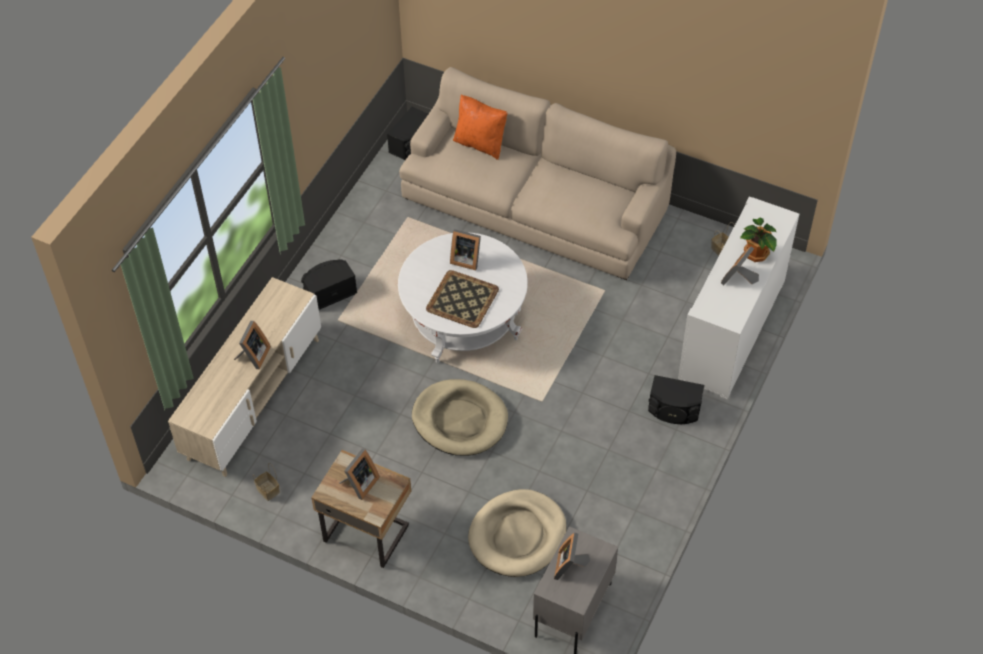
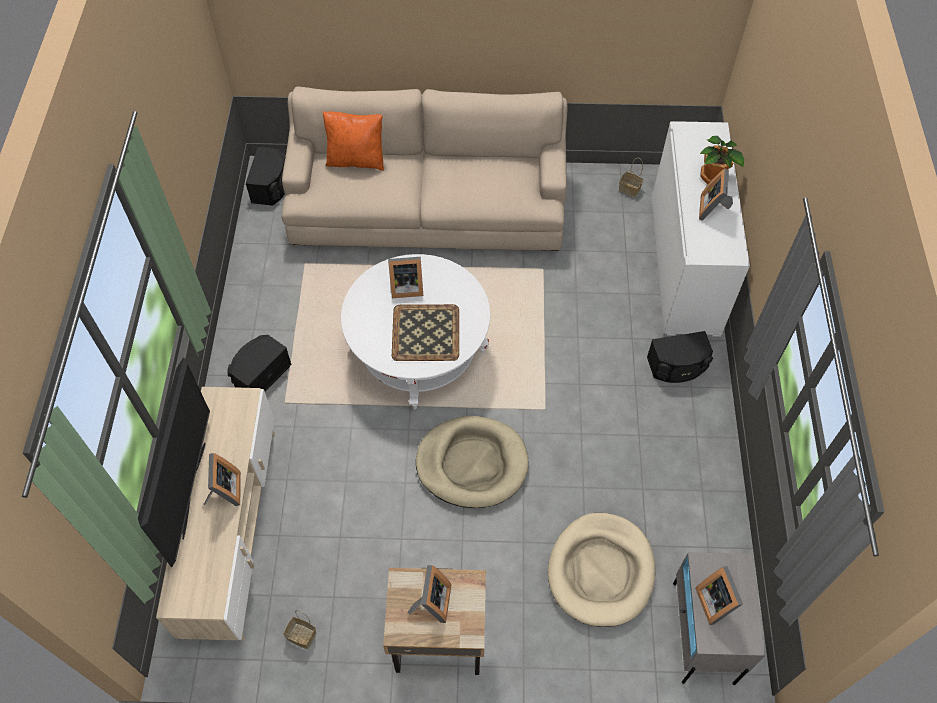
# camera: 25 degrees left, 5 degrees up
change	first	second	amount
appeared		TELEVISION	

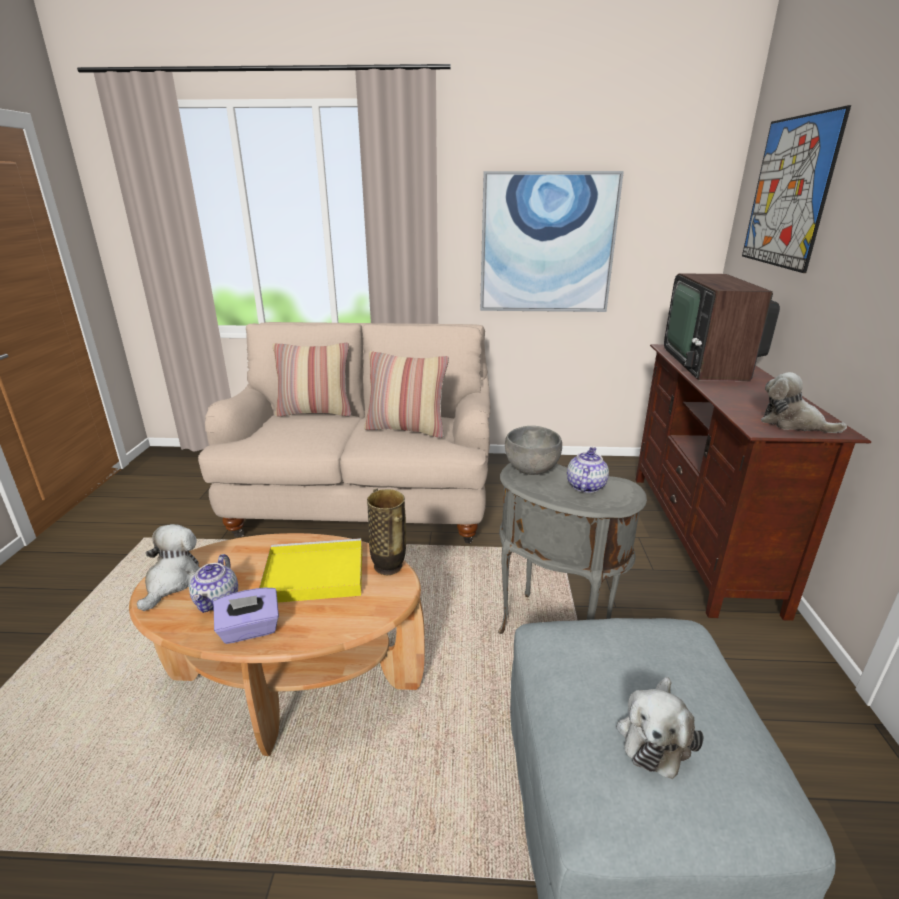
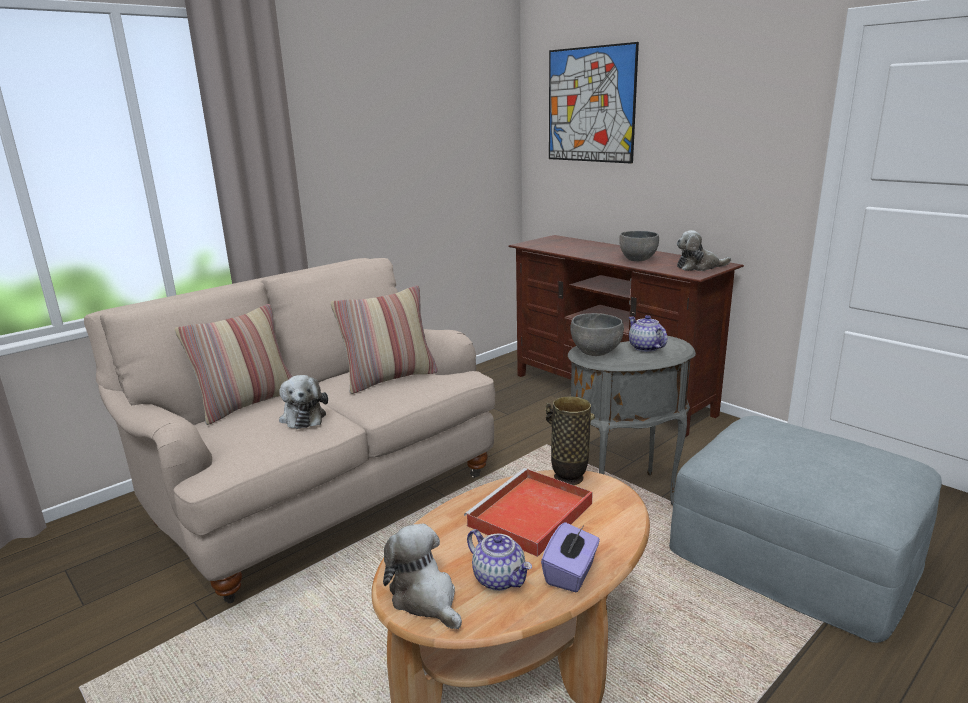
# camera: 45 degrees left, 5 degrees down
change	first	second	amount
colour	YELLOW TRAY	RED TRAY	
missing	PICTURE (no. 1 from left)		
relocated	PLUSH TOY (no. 2 from left in the first image)	PLUSH TOY (no. 1 from left)	
missing	TELEVISION		
appeared		GREY BOWL (no. 2 from left)	

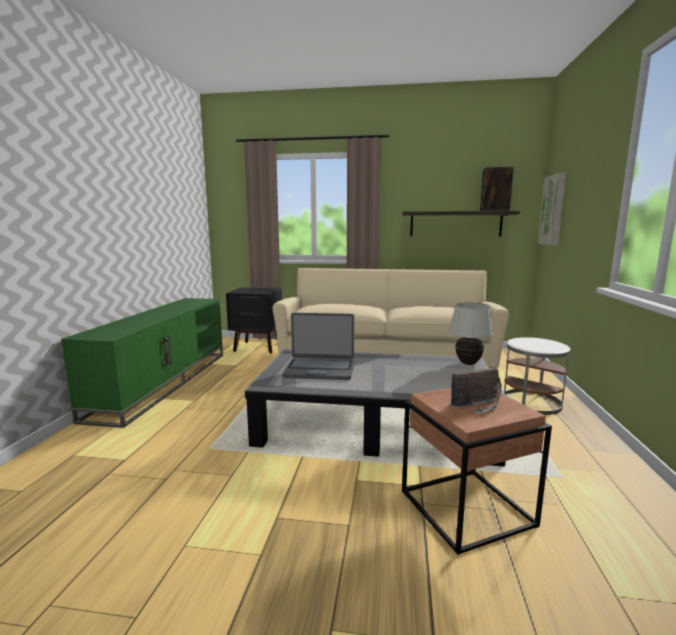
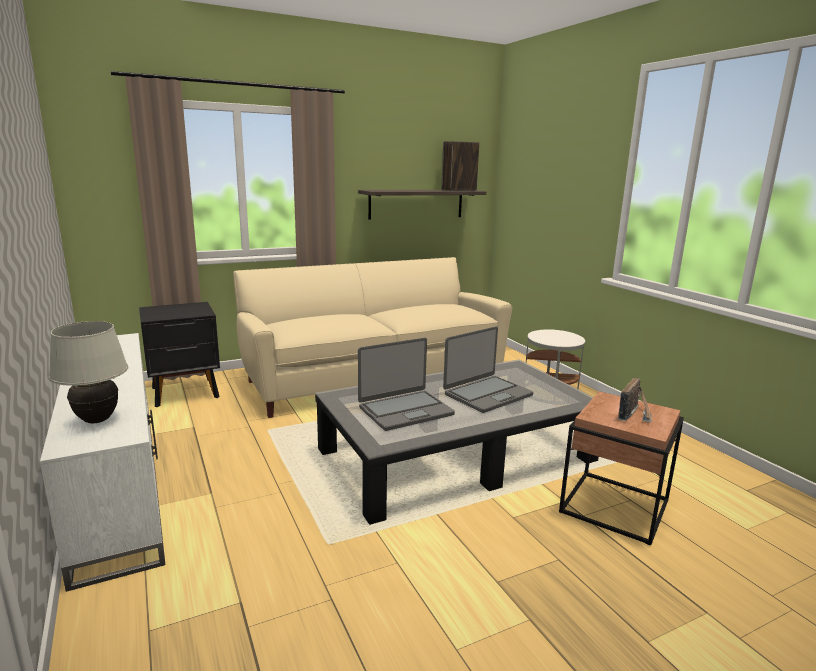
# camera: 35 degrees left, 5 degrees up
change	first	second	amount
colour	GREEN TV STAND	WHITE TV STAND	
relocated	WHITE TABLE LAMP		
missing	PICTURE		
appeared		LAPTOP (no. 2 from left)	

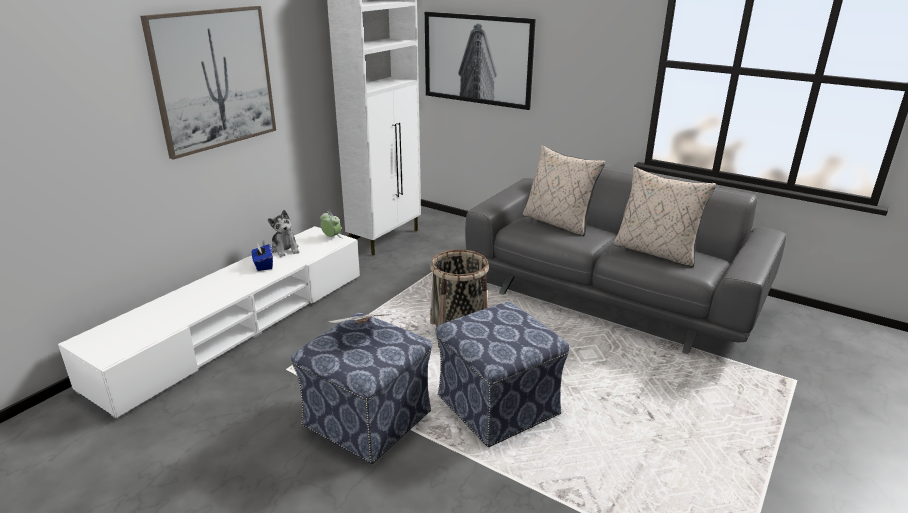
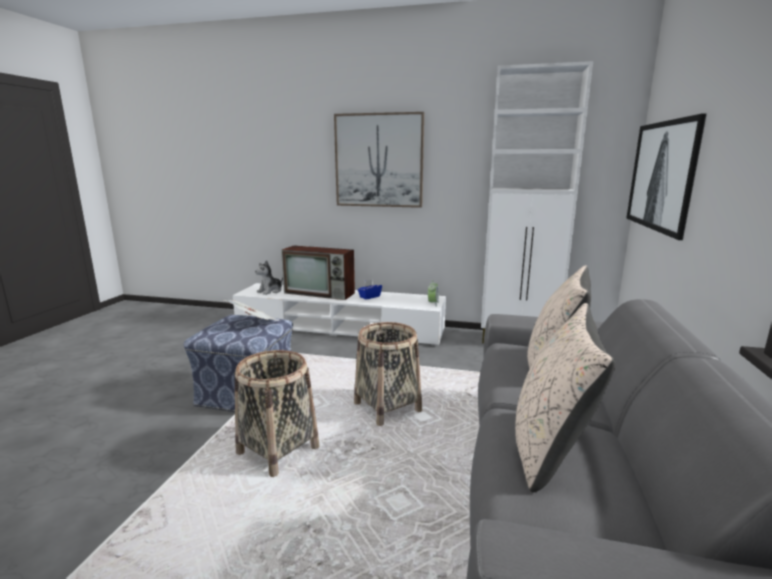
# camera: 70 degrees right, 10 degrees down
change	first	second	amount
relocated	PLUSH TOY		
exchanged	OTTOMAN (no. 2 from left)	BASKET (no. 1 from left)	
appeared		TELEVISION	

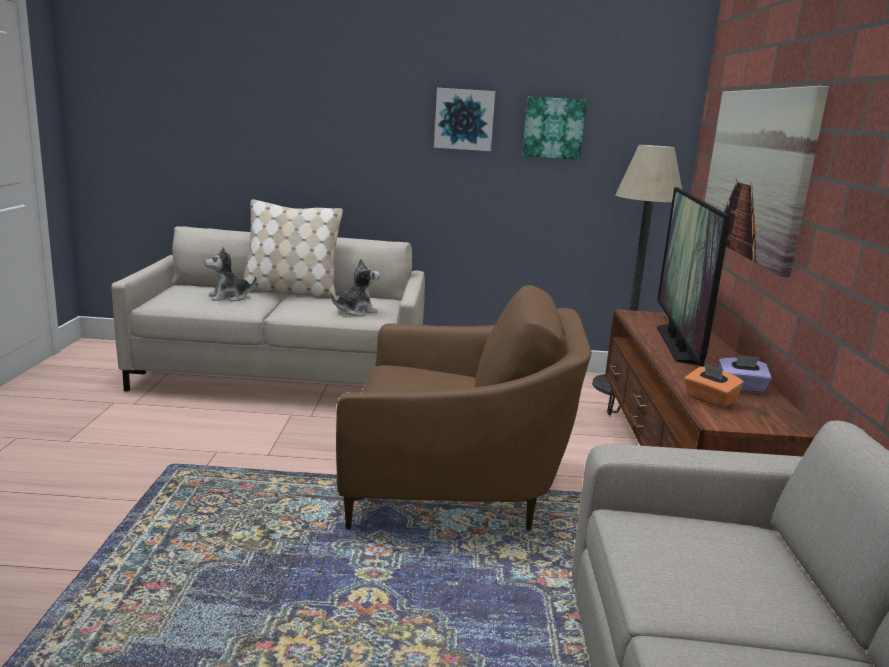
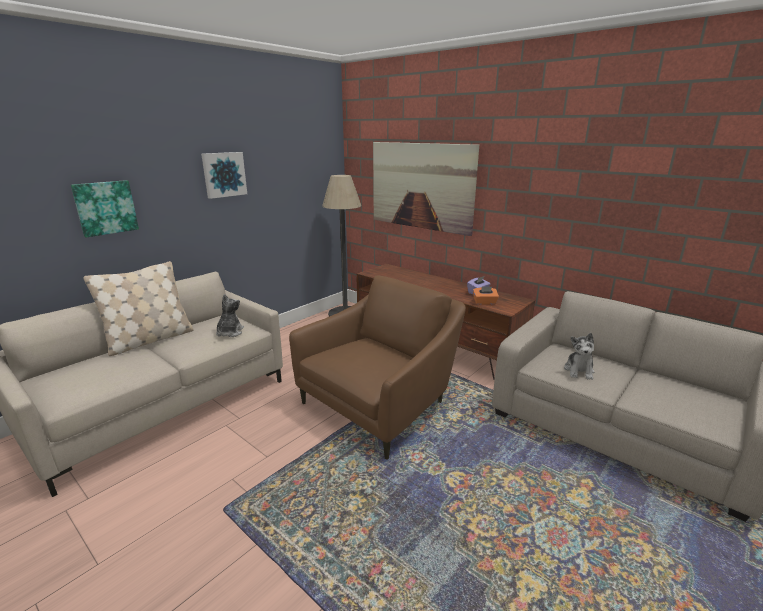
# camera: 50 degrees left, 5 degrees up
change	first	second	amount
relocated	PLUSH TOY (no. 1 from left in the first image)	PLUSH TOY (no. 2 from left)	
relocated	PICTURE (no. 2 from left in the first image)	PICTURE (no. 1 from left)	
missing	TELEVISION		

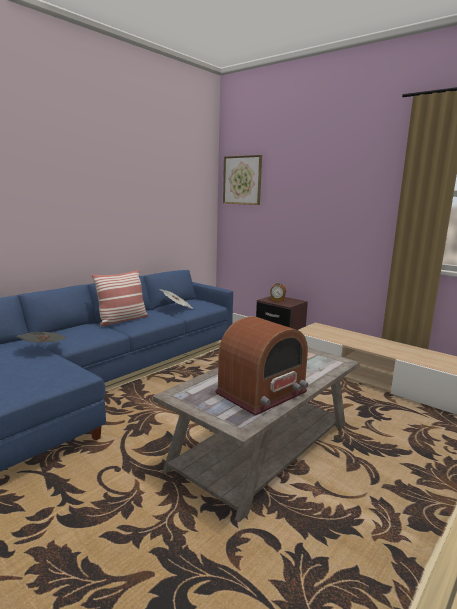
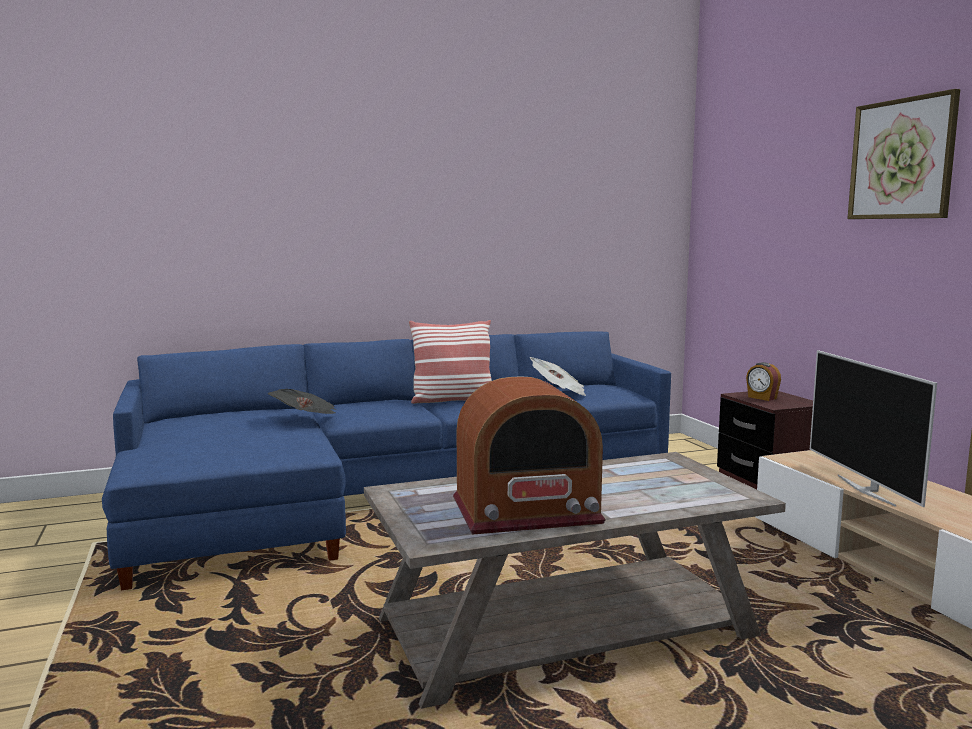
# camera: 30 degrees right, 5 degrees down
change	first	second	amount
relocated	PICTURE		
appeared		TELEVISION	

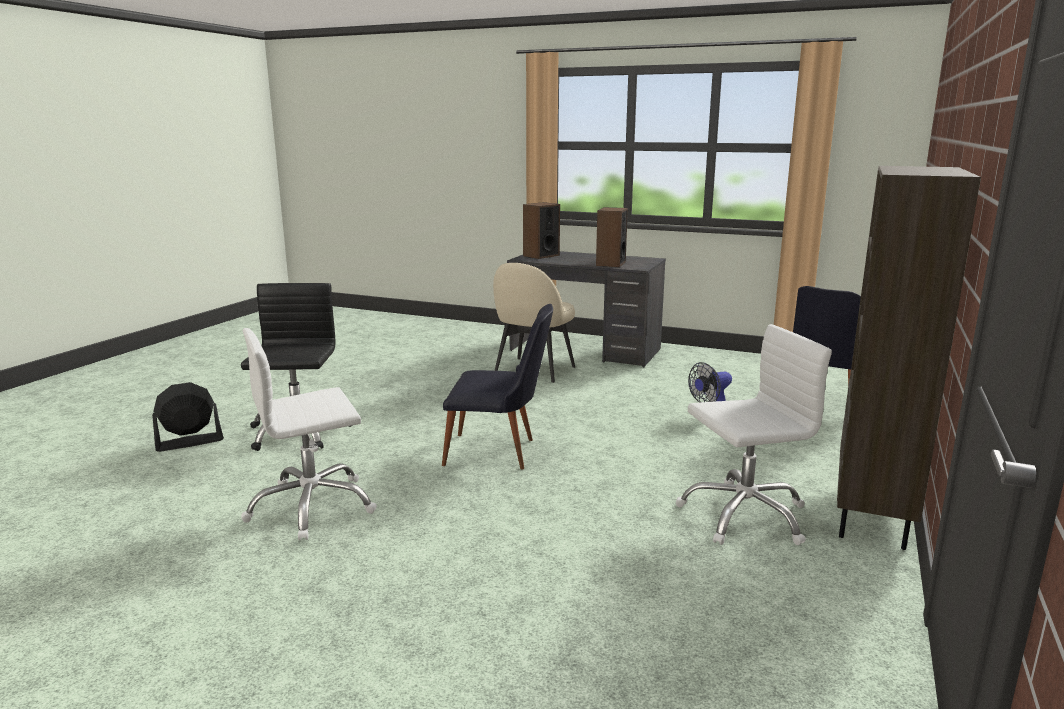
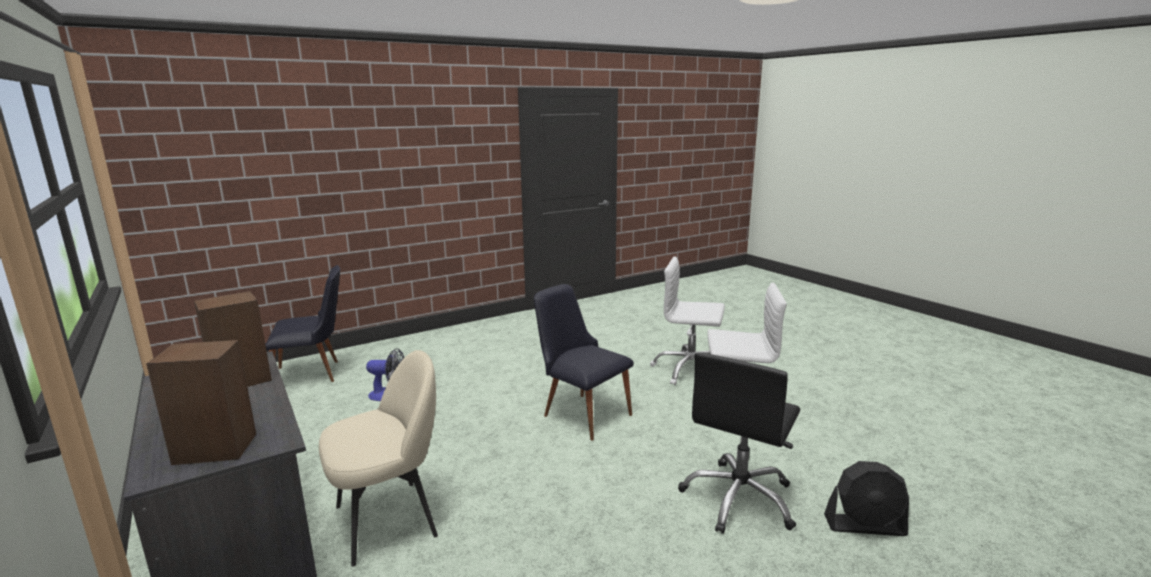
# camera: 145 degrees left, 0 degrees up
change	first	second	amount
relocated	WHITE OFFICE CHAIR (no. 2 from left in the first image)	WHITE OFFICE CHAIR (no. 1 from left)	
missing	BROWN BOOKCASE		

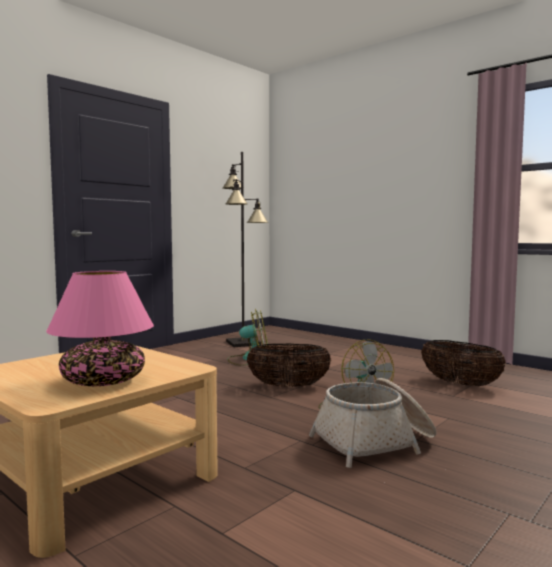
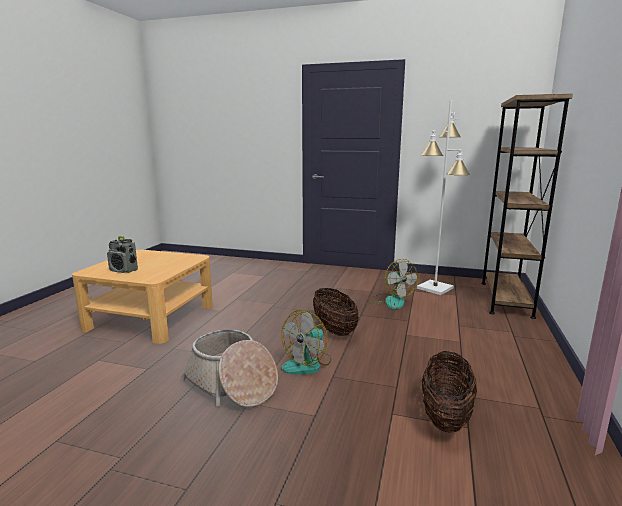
# camera: 65 degrees right, 10 degrees up
change	first	second	amount
exchanged	PINK TABLE LAMP	RADIO	
colour	BLACK FLOOR LAMP	WHITE FLOOR LAMP	
appeared		BROWN BOOKCASE	

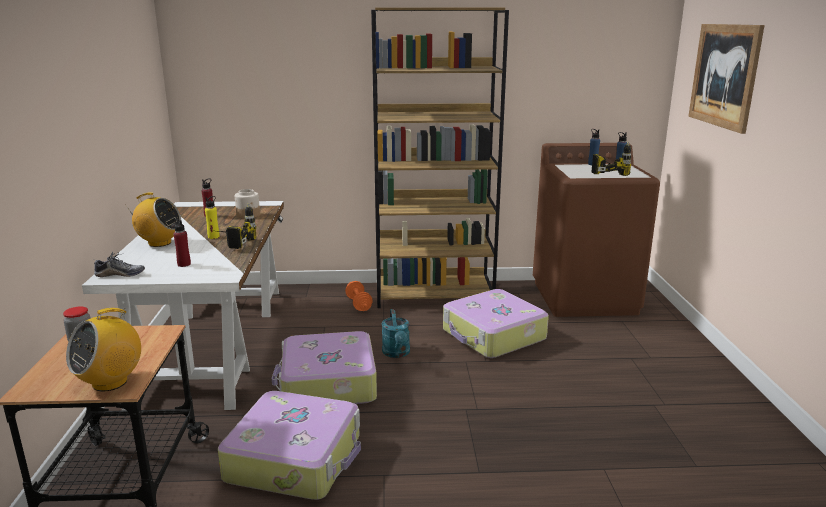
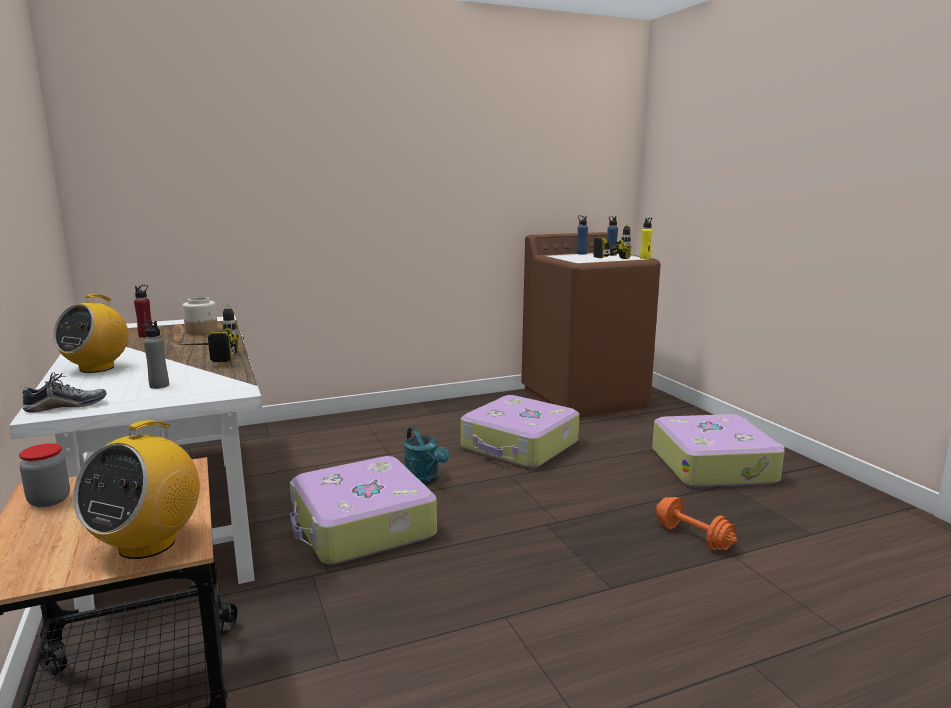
# camera: 20 degrees left, 5 degrees down
change	first	second	amount
spun	RADIO (no. 2 from left in the first image)	RADIO (no. 1 from left)	120 degrees clockwise
colour	RED BOTTLE (no. 1 from left)	GREY BOTTLE	
relocated	YELLOW BOTTLE		
relocated	SUITCASE (no. 1 from left in the first image)	SUITCASE (no. 3 from left)	
relocated	ORANGE DUMBBELL		
missing	BROWN BOOKCASE		
missing	PICTURE		

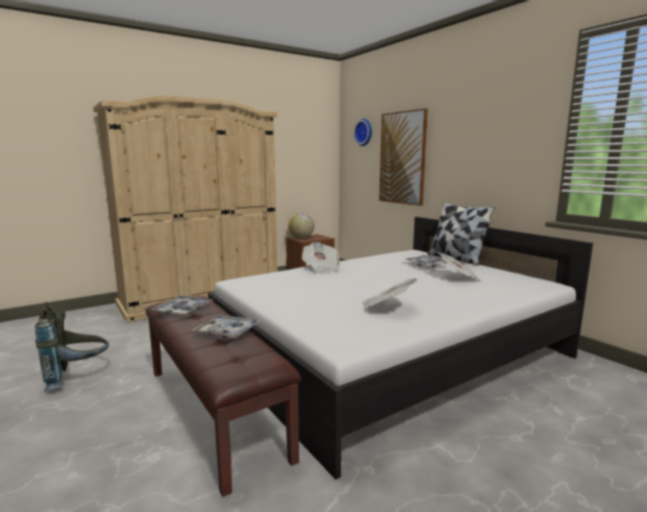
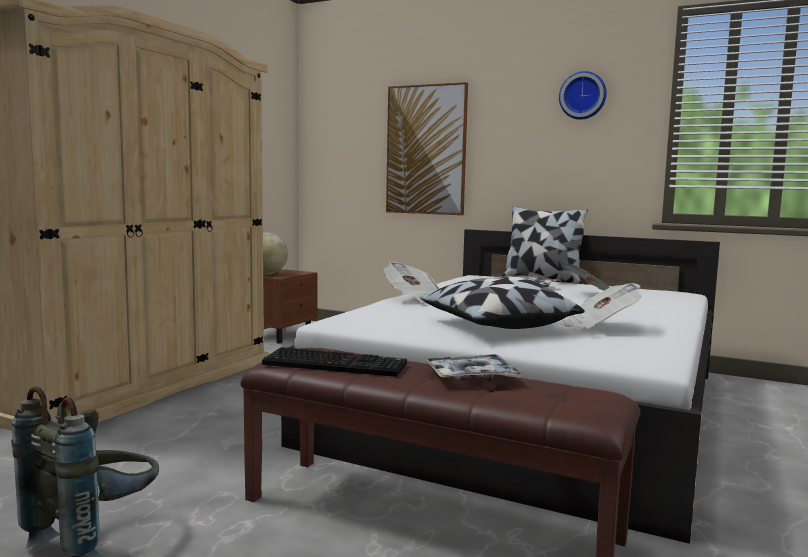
# camera: 30 degrees left, 5 degrees down
change	first	second	amount
exchanged	TRAY (no. 1 from left)	KEYBOARD	
relocated	WALL CLOCK		
appeared		PILLOW (no. 1 from left)	

